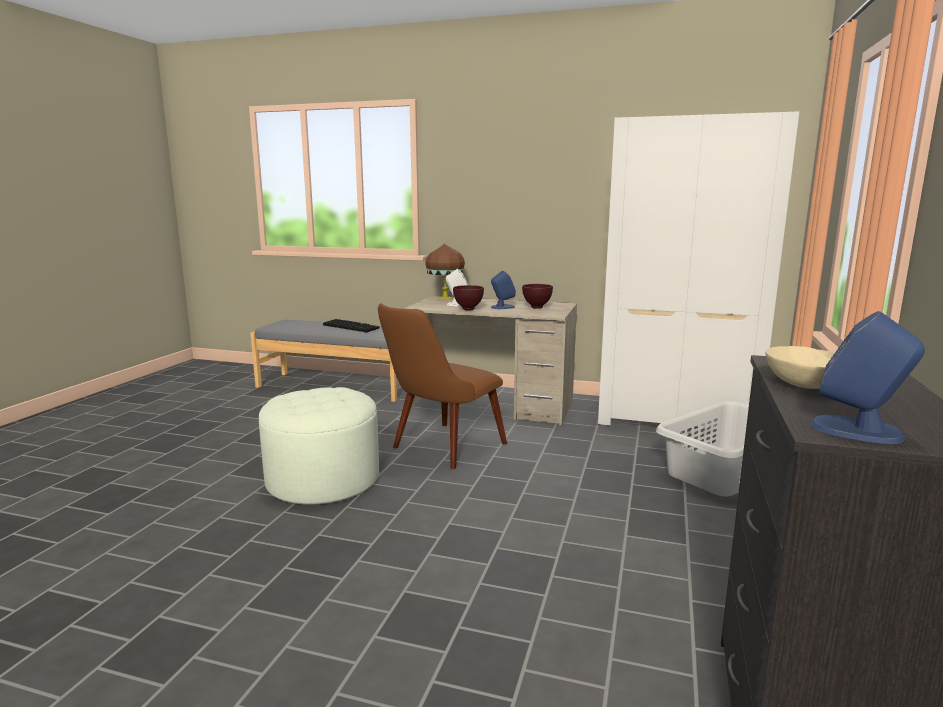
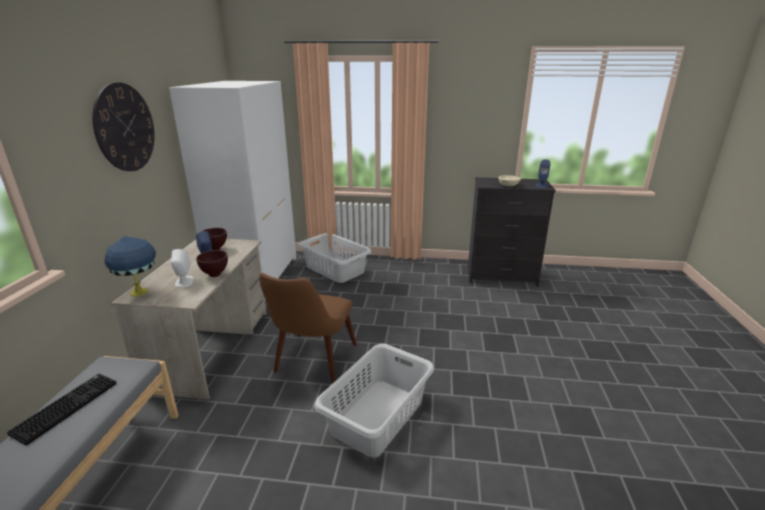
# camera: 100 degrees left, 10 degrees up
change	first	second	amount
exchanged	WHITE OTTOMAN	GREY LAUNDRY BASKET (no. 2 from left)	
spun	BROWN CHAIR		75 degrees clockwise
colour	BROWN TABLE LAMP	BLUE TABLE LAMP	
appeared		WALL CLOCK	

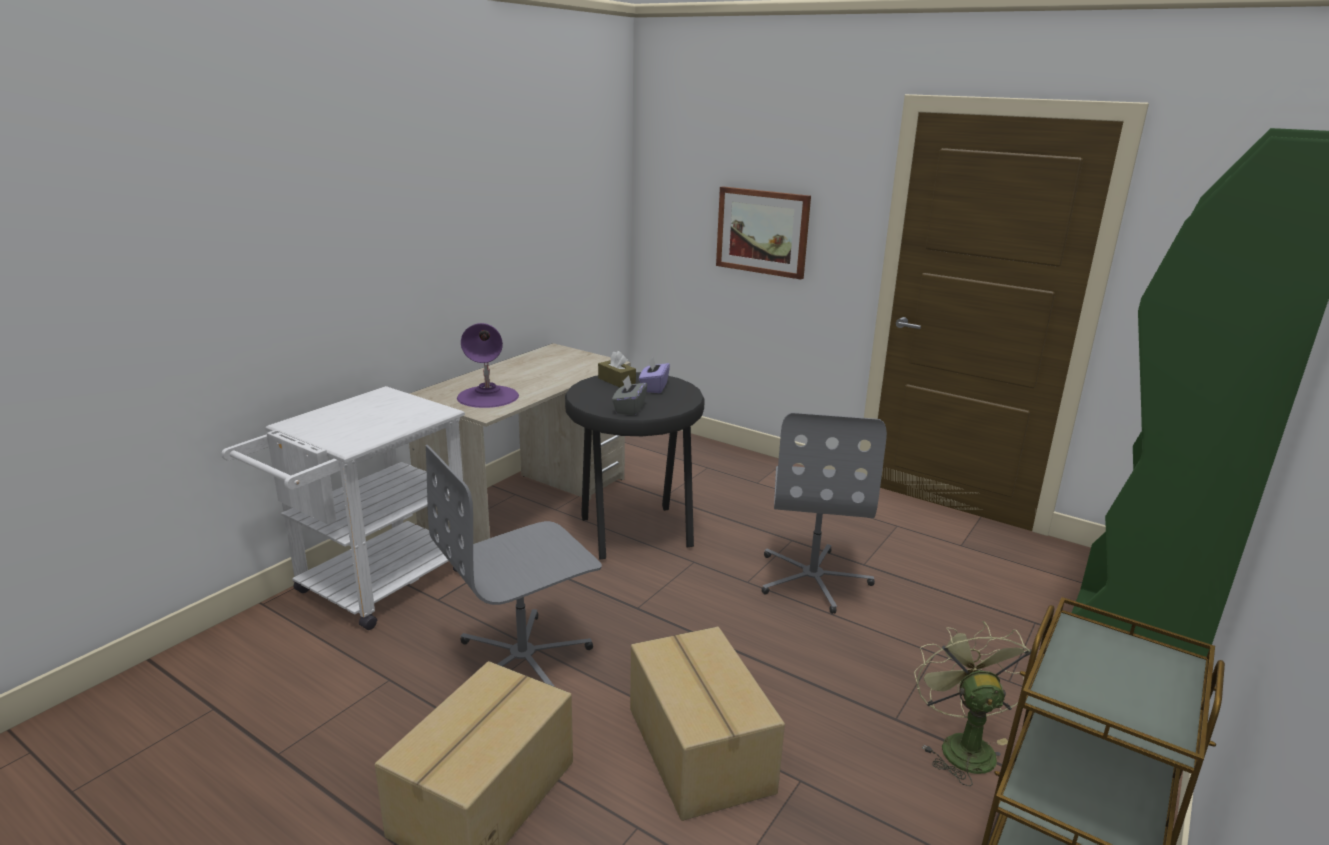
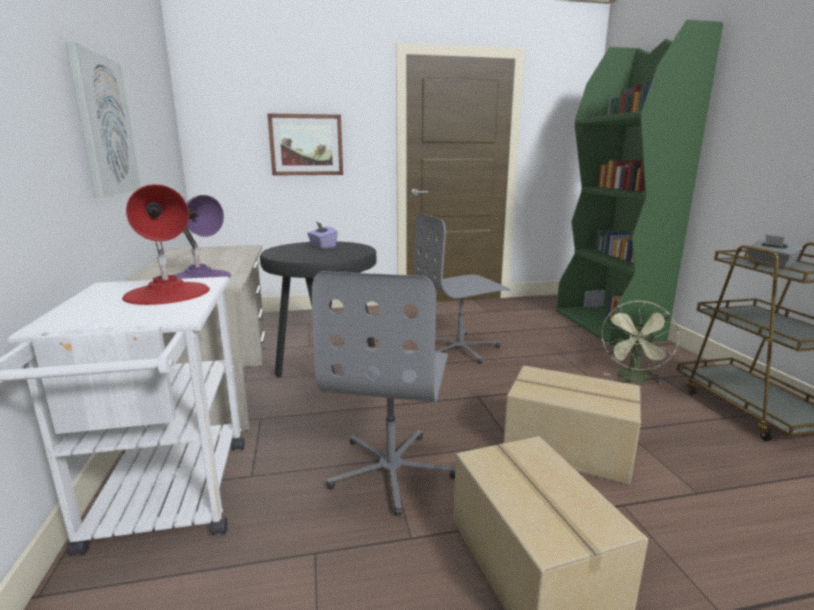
# camera: 45 degrees left, 5 degrees down
change	first	second	amount
missing	BROWN TISSUE BOX		
relocated	GREY TISSUE BOX		
spun	GREY OFFICE CHAIR (no. 2 from left)		105 degrees clockwise
spun	GREEN FAN		105 degrees counterclockwise
appeared		PICTURE (no. 1 from left)	
appeared		RED TABLE LAMP	

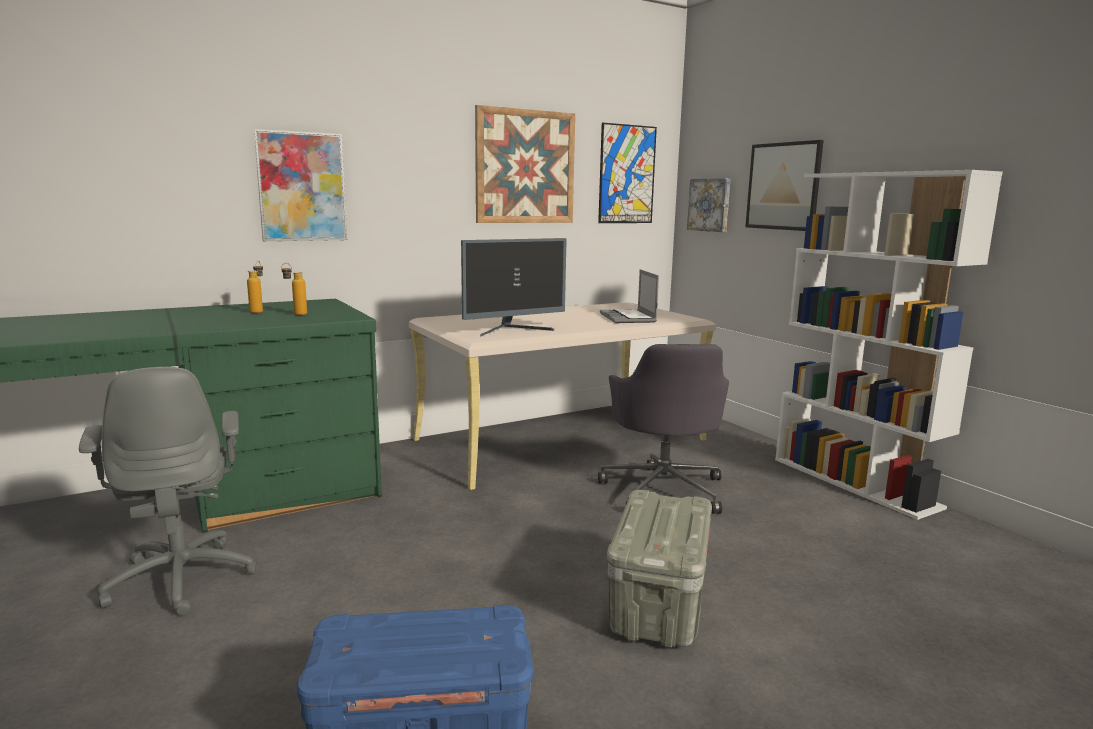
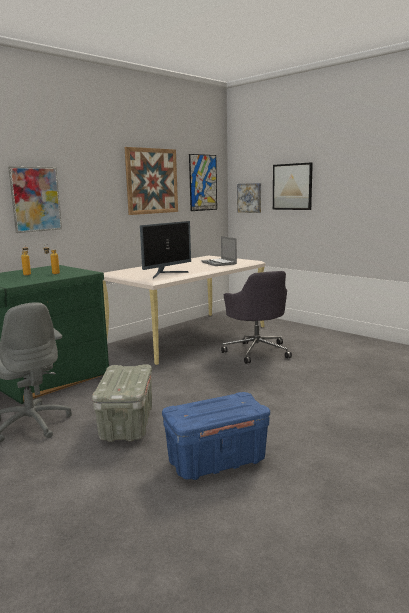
# camera: 15 degrees left, 0 degrees up
change	first	second	amount
relocated	GREY STORAGE BOX		
missing	WHITE BOOKCASE		

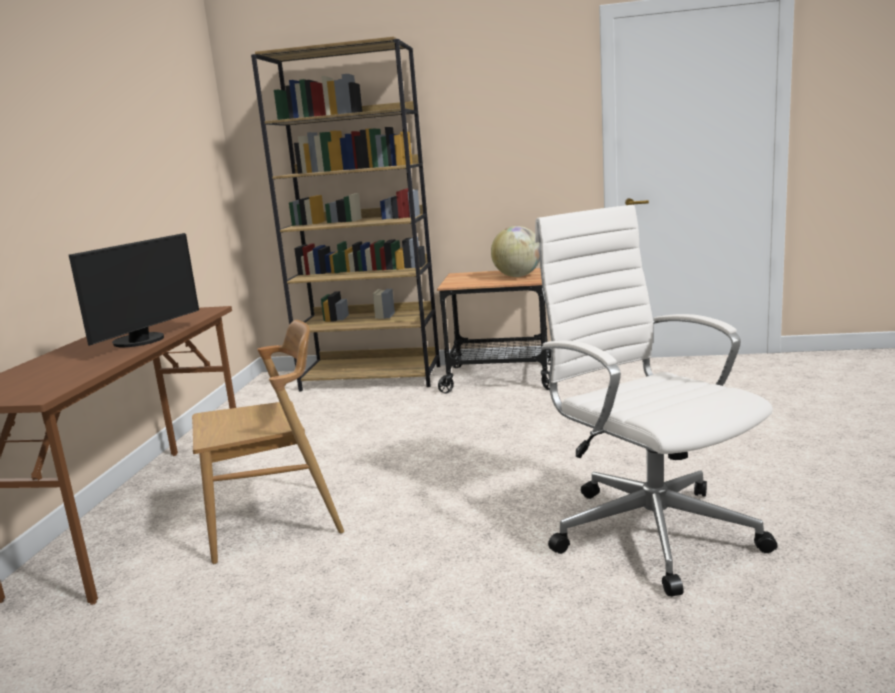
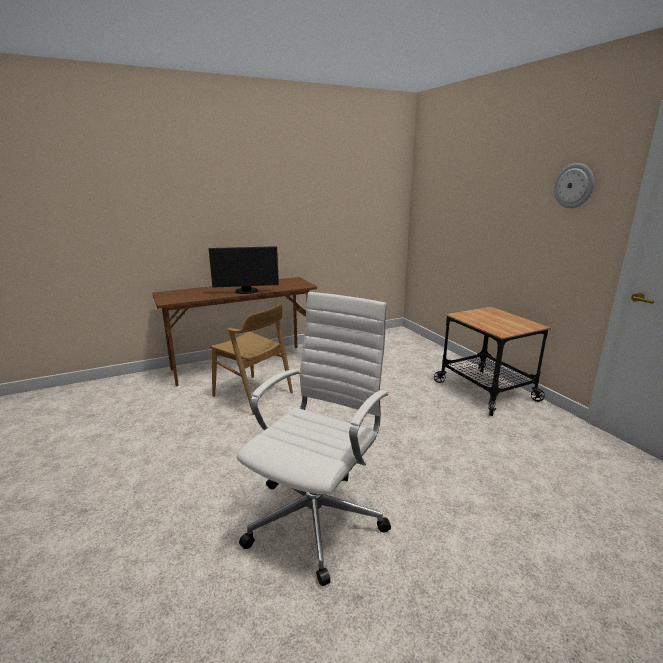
# camera: 55 degrees right, 5 degrees up
change	first	second	amount
missing	BROWN BOOKCASE		
missing	GLOBE		
appeared		WALL CLOCK	

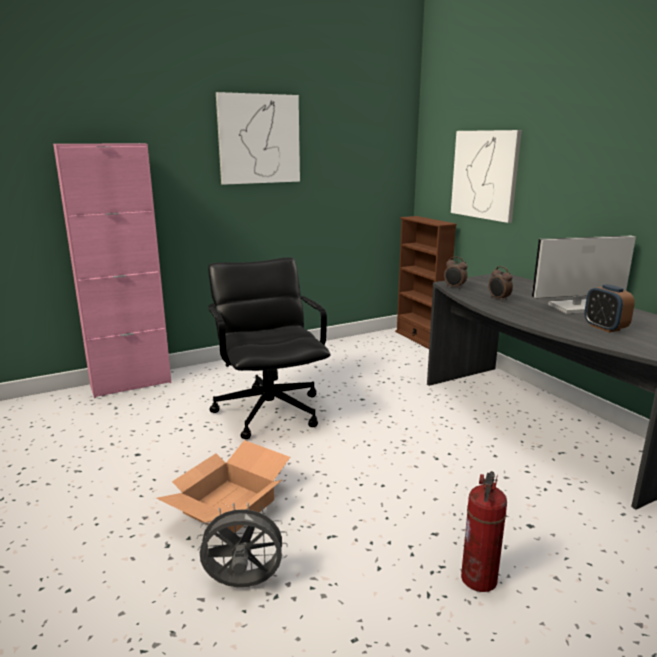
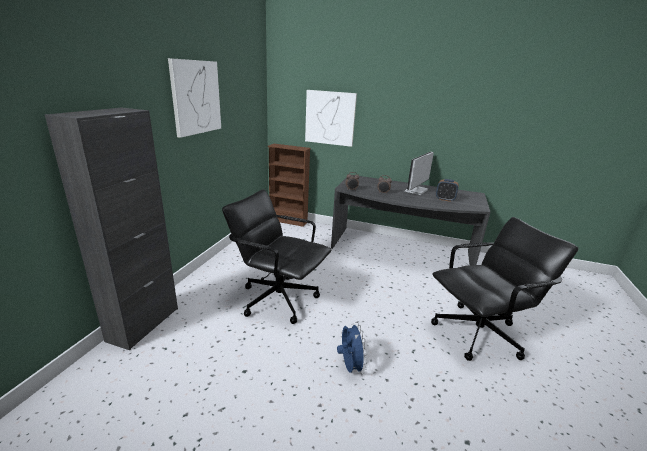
# camera: 45 degrees left, 5 degrees up
change	first	second	amount
colour	PINK CABINET	BLACK CABINET	
exchanged	CARDBOARD BOX	BLUE FAN	
missing	GREY FAN		
exchanged	FIRE EXTINGUISHER	BLACK OFFICE CHAIR (no. 2 from left)	

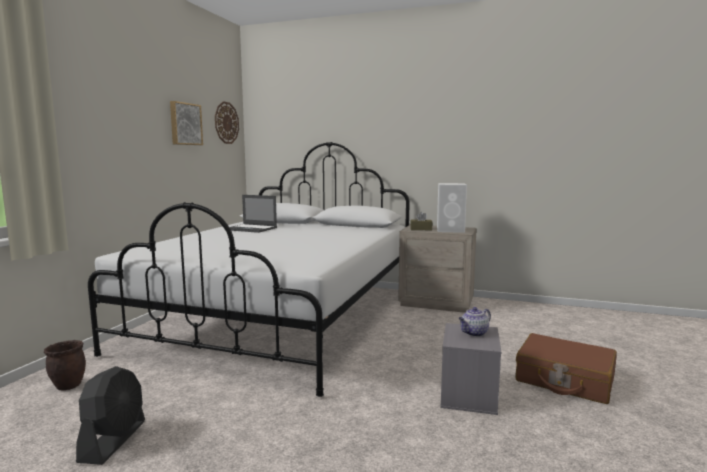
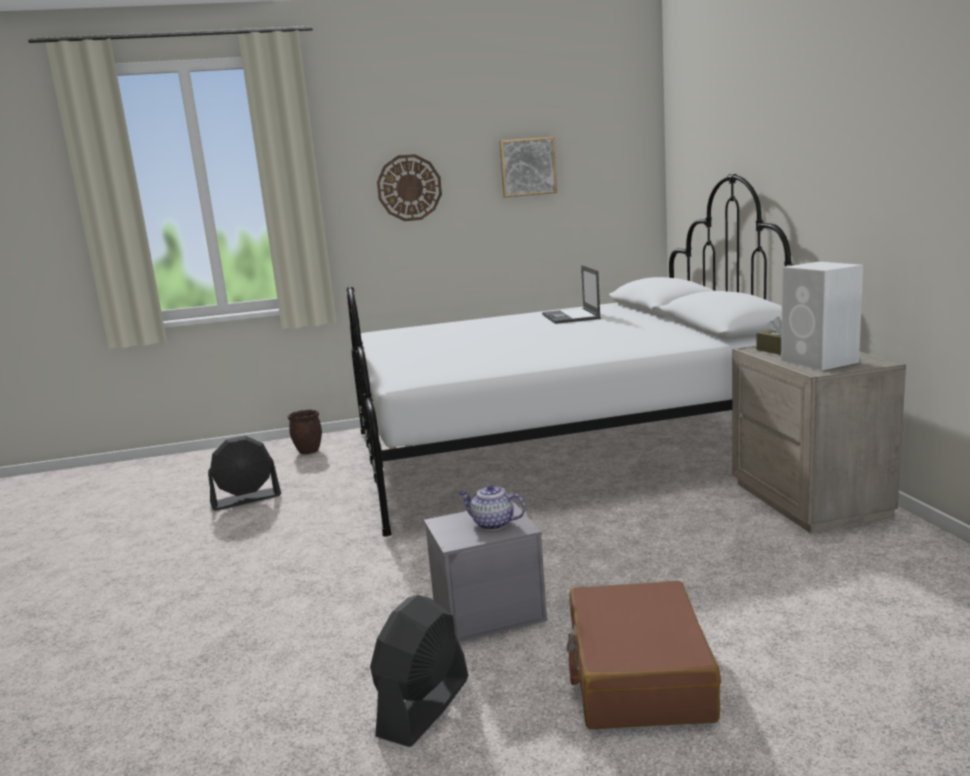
# camera: 60 degrees right, 5 degrees up
change	first	second	amount
relocated	WALL CLOCK		
appeared		BLACK FAN (no. 2 from left)	

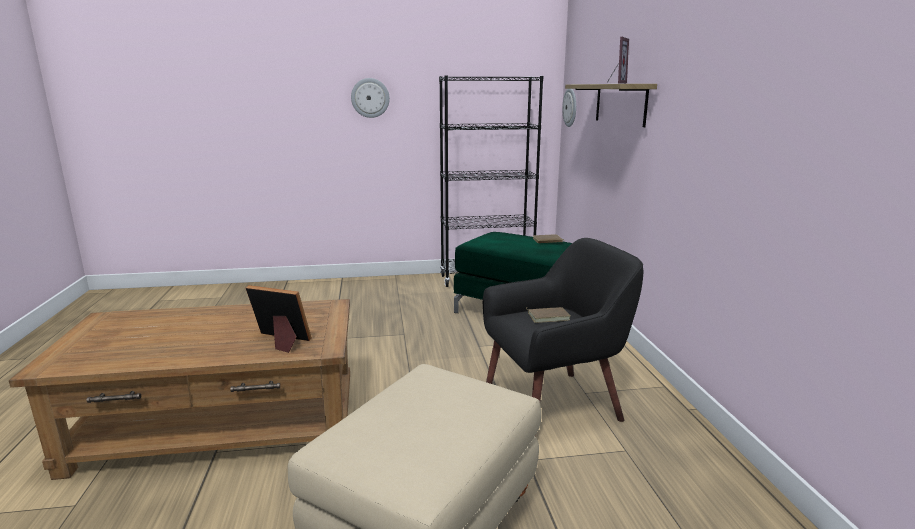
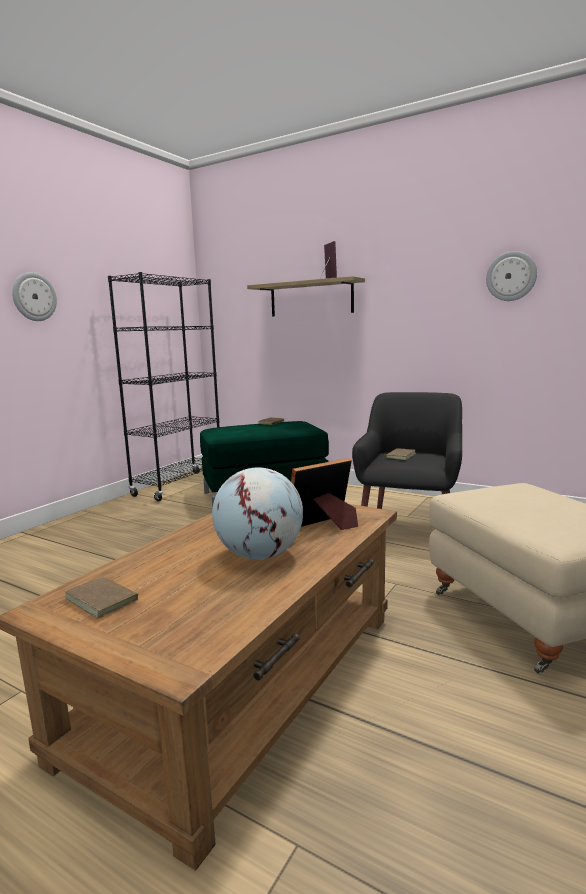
# camera: 50 degrees left, 5 degrees down
change	first	second	amount
relocated	WALL CLOCK (no. 2 from left)		
appeared		BROWN BOOK (no. 1 from left)	
appeared		GLOBE	

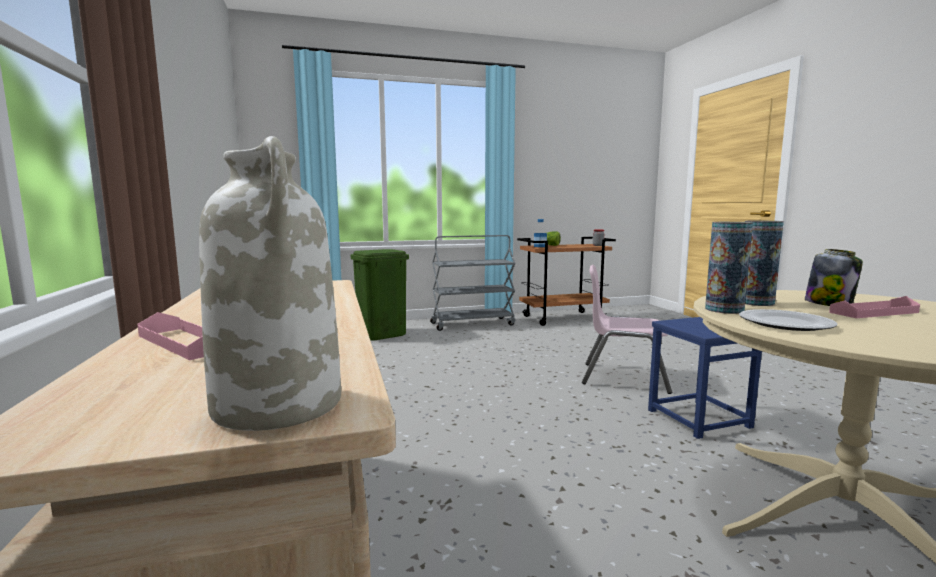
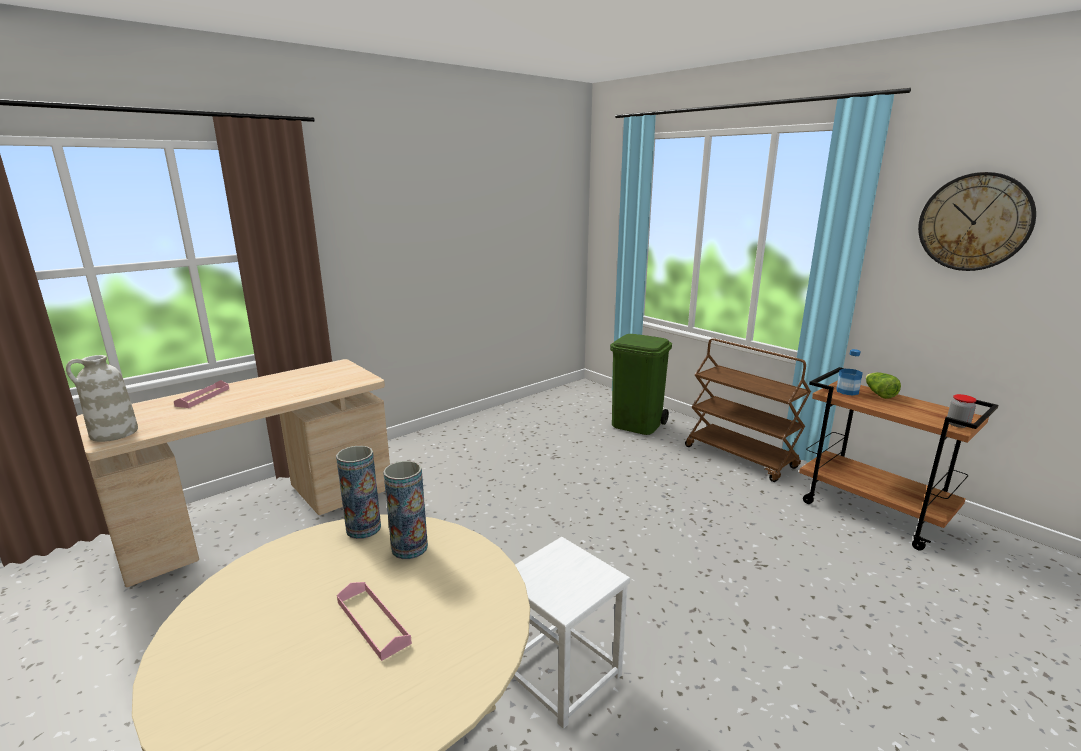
# camera: 65 degrees right, 10 degrees up
change	first	second	amount
colour	GREY CART	BROWN CART (no. 1 from left)	
missing	PINK CHAIR		
colour	BLUE STOOL	WHITE STOOL	
missing	PLATE		
missing	JAR (no. 2 from left)		
appeared		WALL CLOCK	

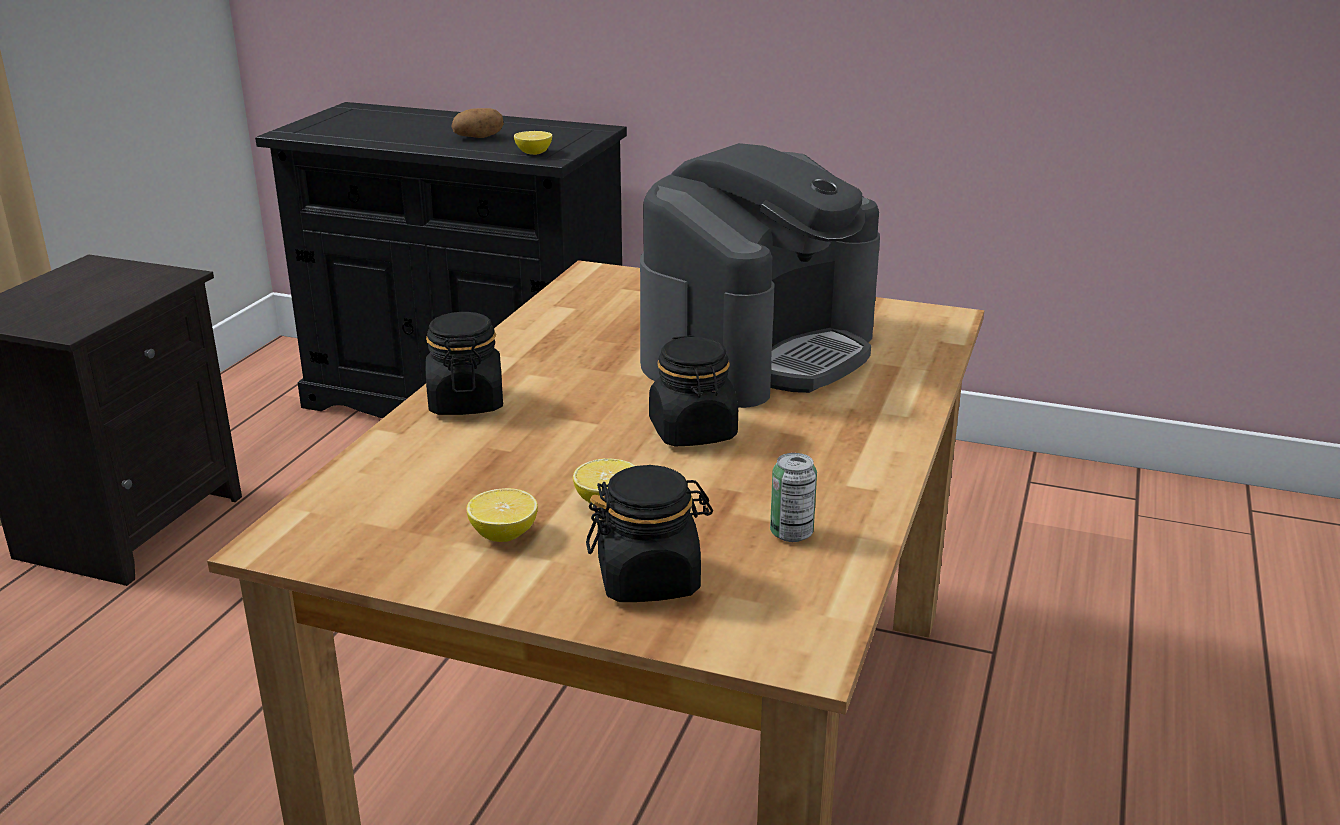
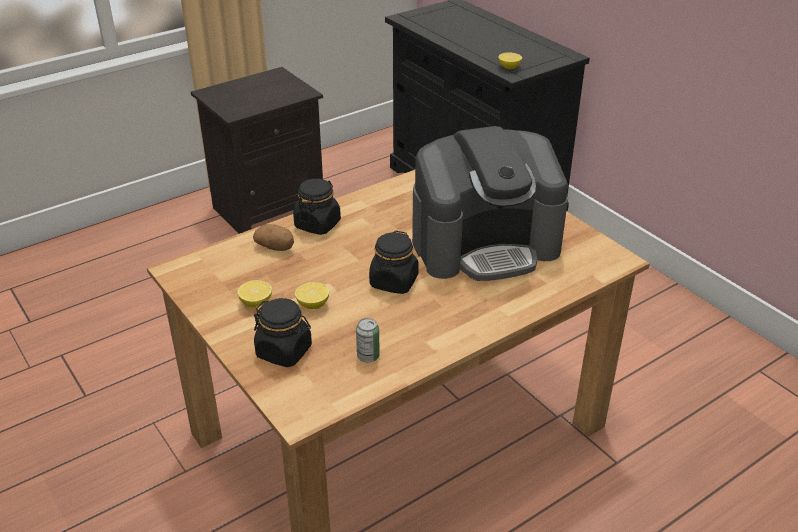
# camera: 35 degrees right, 10 degrees up
change	first	second	amount
relocated	POTATO		

